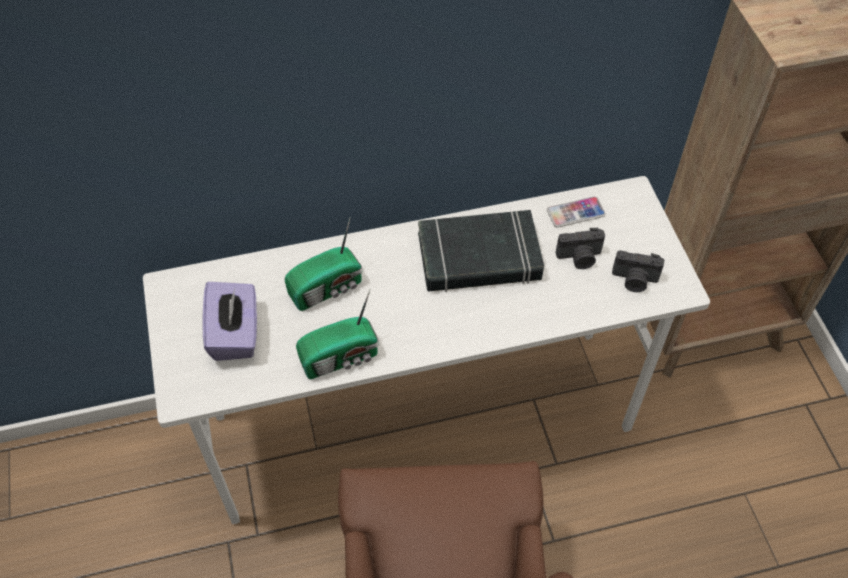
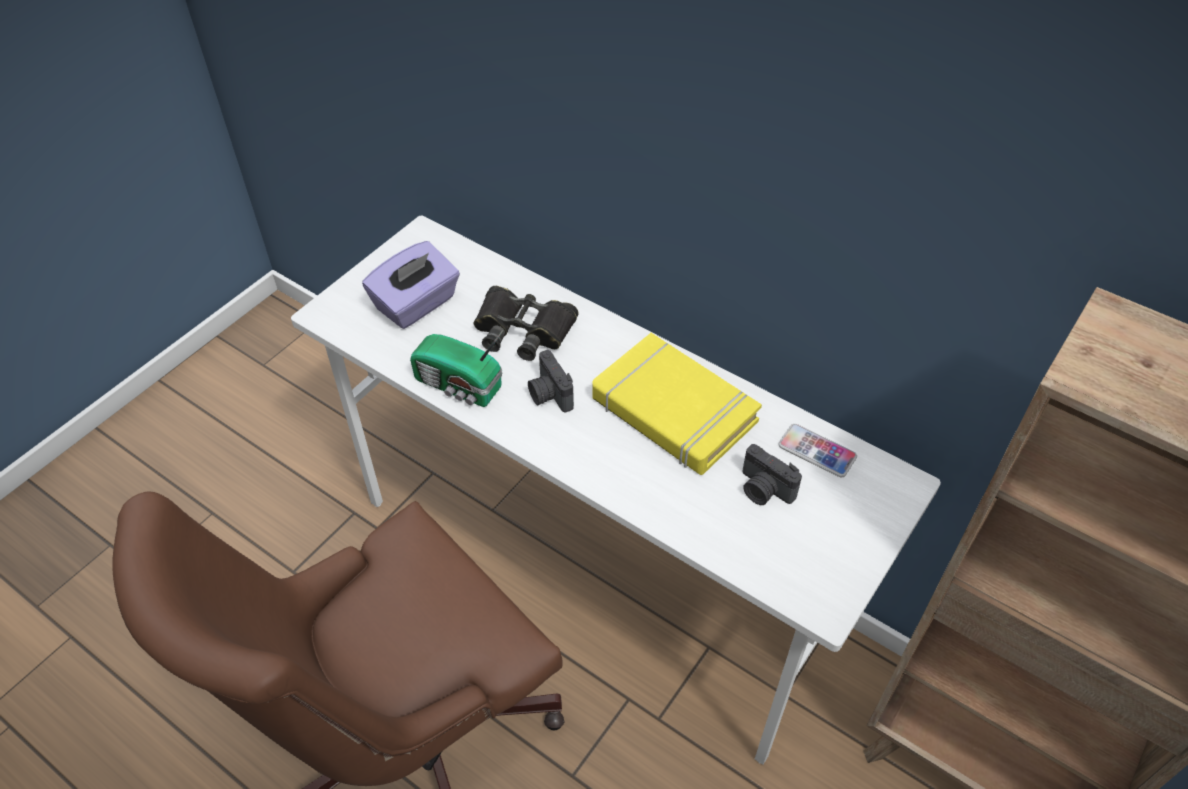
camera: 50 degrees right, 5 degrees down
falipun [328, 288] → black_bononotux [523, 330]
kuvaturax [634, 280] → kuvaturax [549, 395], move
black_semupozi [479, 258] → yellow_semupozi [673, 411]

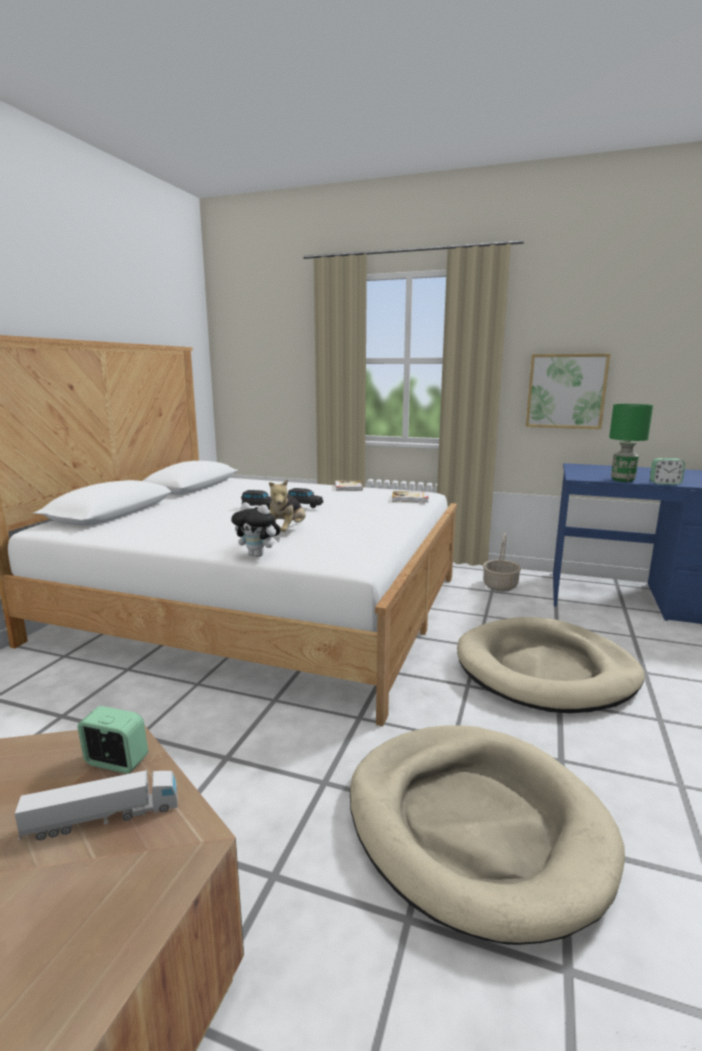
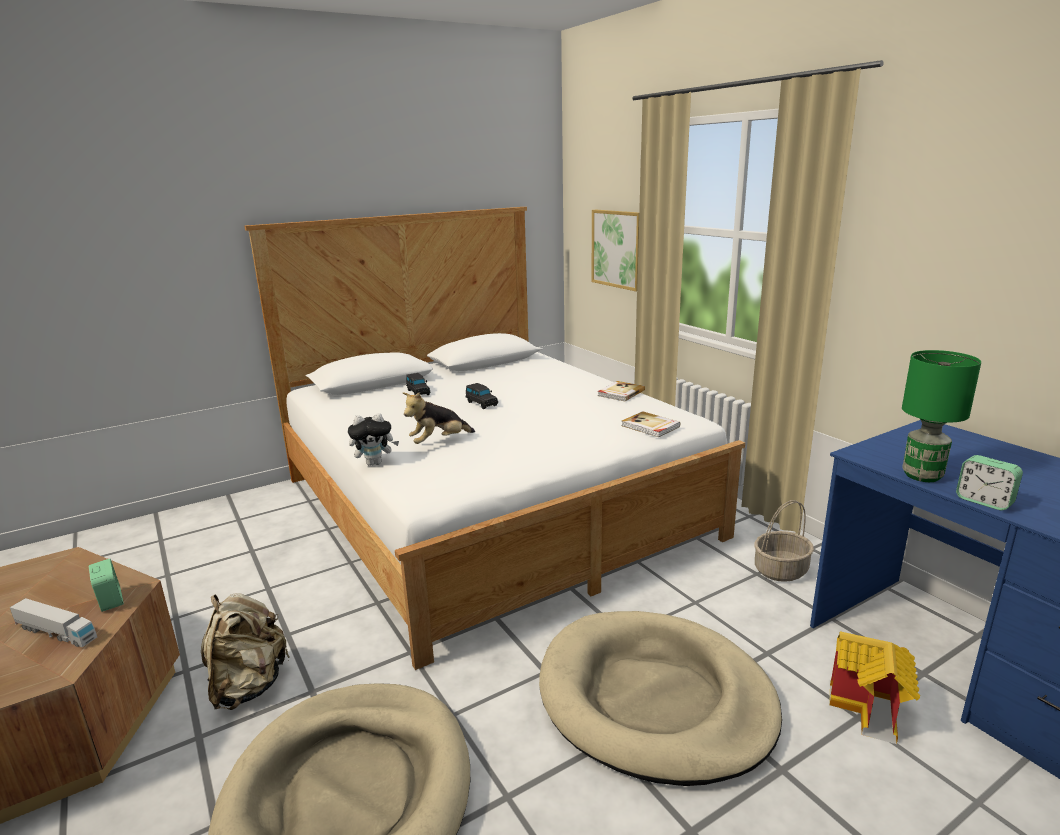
camera: 40 degrees right, 5 degrees up
- → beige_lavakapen [249, 686]
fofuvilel [258, 555] → fofuvilel [375, 463], 75 degrees counterclockwise
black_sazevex [304, 505] → black_sazevex [418, 392], move
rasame [566, 391] → rasame [617, 249], move
- → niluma [871, 711]

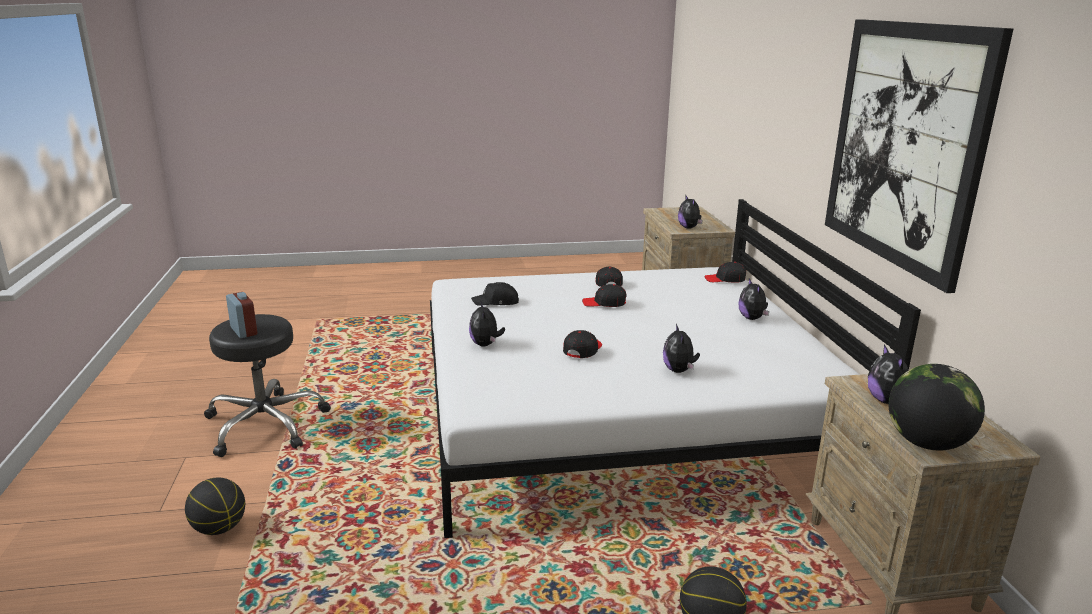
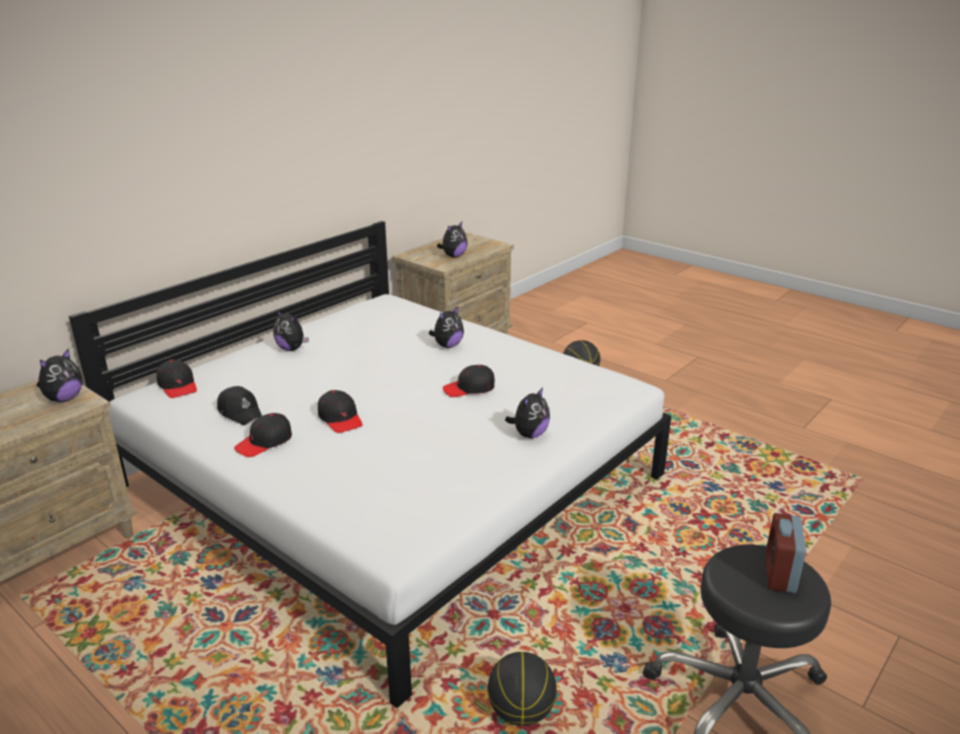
camera: 130 degrees left, 5 degrees up
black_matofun [496, 302] → black_matofun [240, 412], move
fofuvilel [752, 318] → fofuvilel [292, 349], 90 degrees clockwise
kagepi [219, 529] → kagepi [521, 712], move
rasame [905, 145] → -
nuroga [927, 443] → -

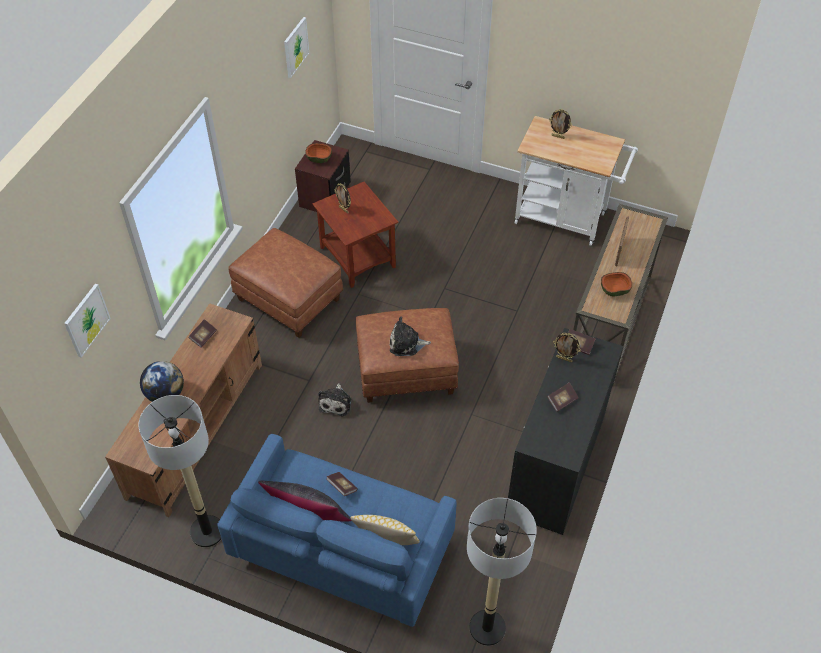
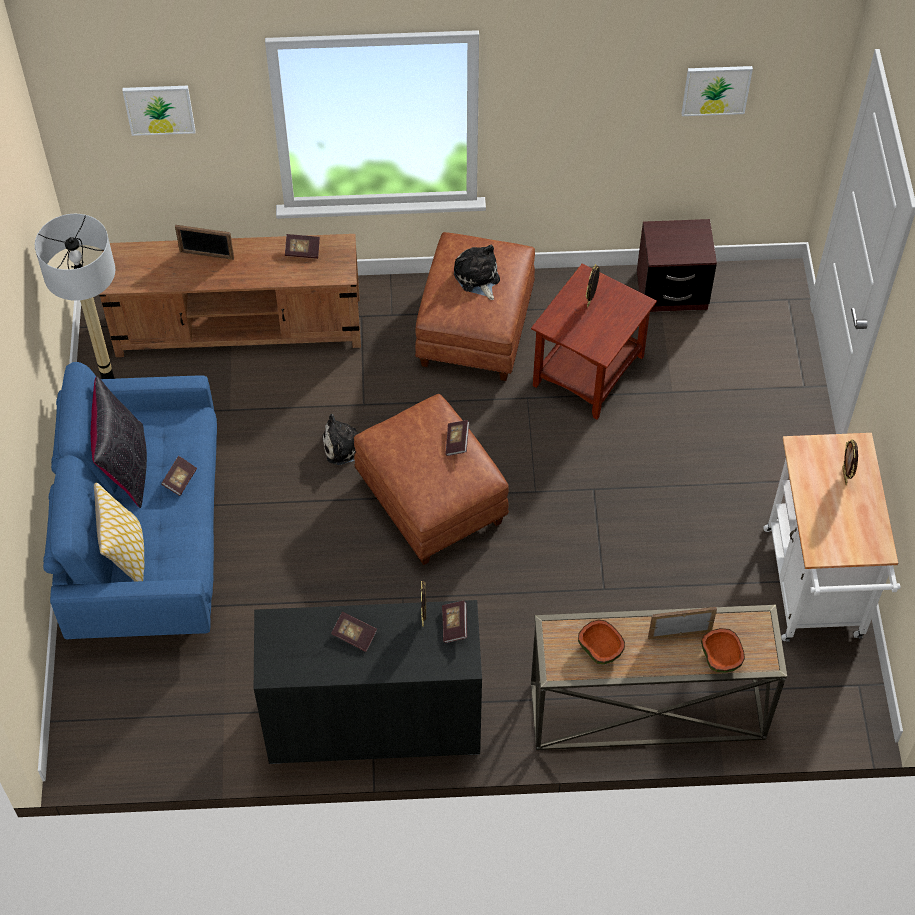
camera: 65 degrees right, 5 degrees up
nuroga [165, 394] → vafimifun [206, 255]
- → semupozi [457, 442]
fofuvilel [406, 344] → fofuvilel [477, 278], move
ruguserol [319, 159] → ruguserol [720, 658], move
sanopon [487, 628] → -

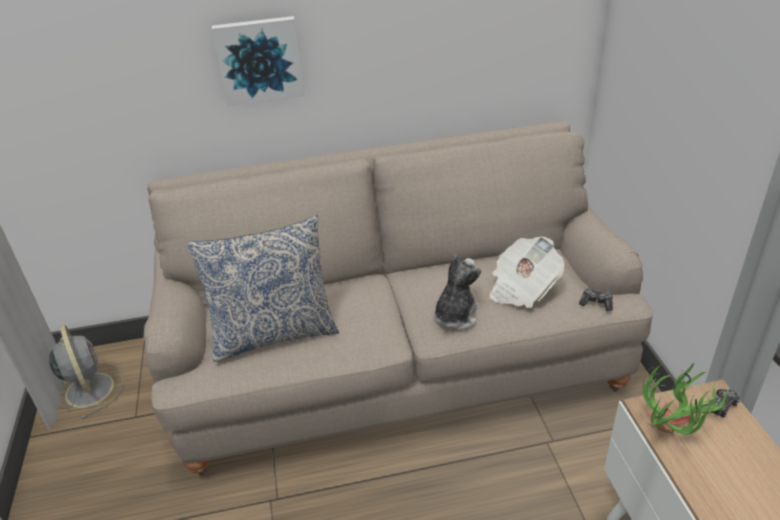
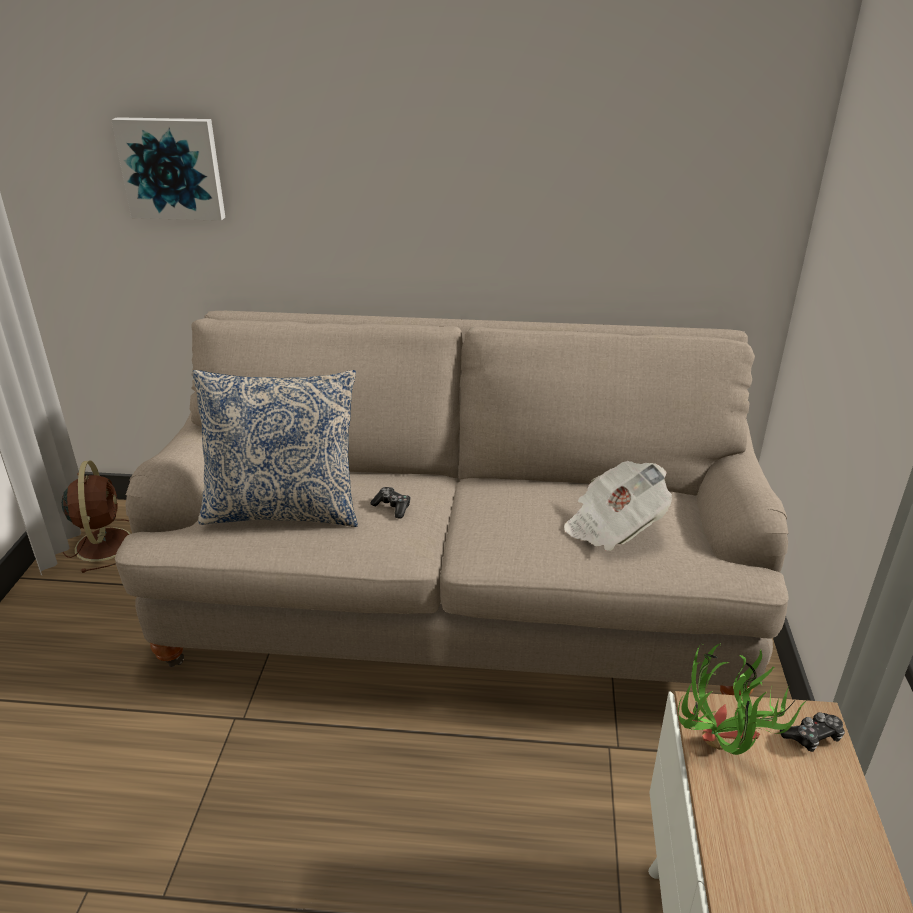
camera: 15 degrees right, 5 degrees down
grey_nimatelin [89, 388] → brown_nimatelin [104, 543]
rasame [259, 60] → rasame [172, 168], move
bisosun [596, 303] → bisosun [392, 507], move
fofuvilel [455, 315] → -

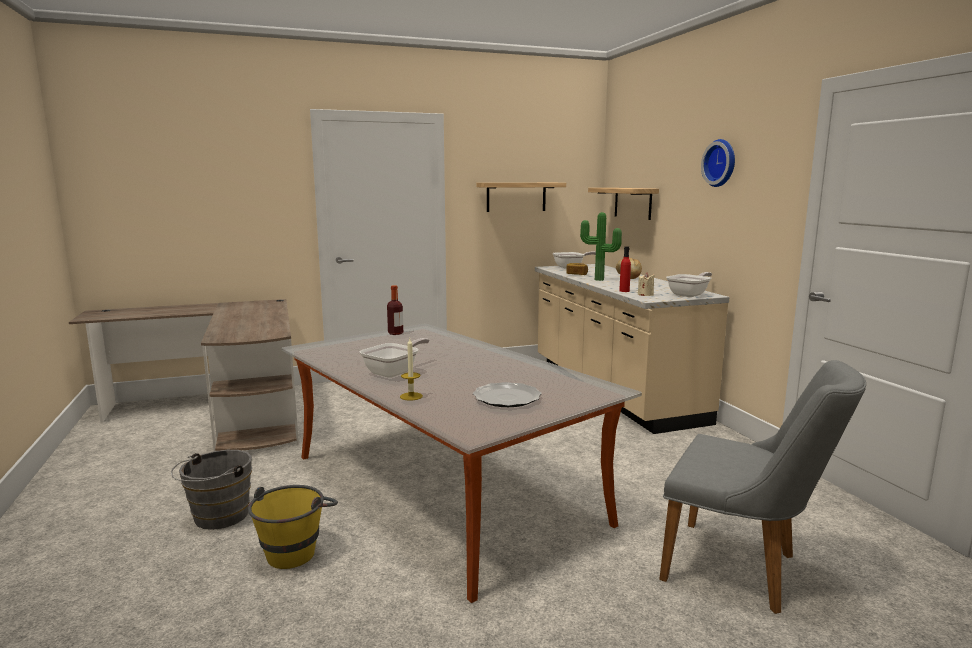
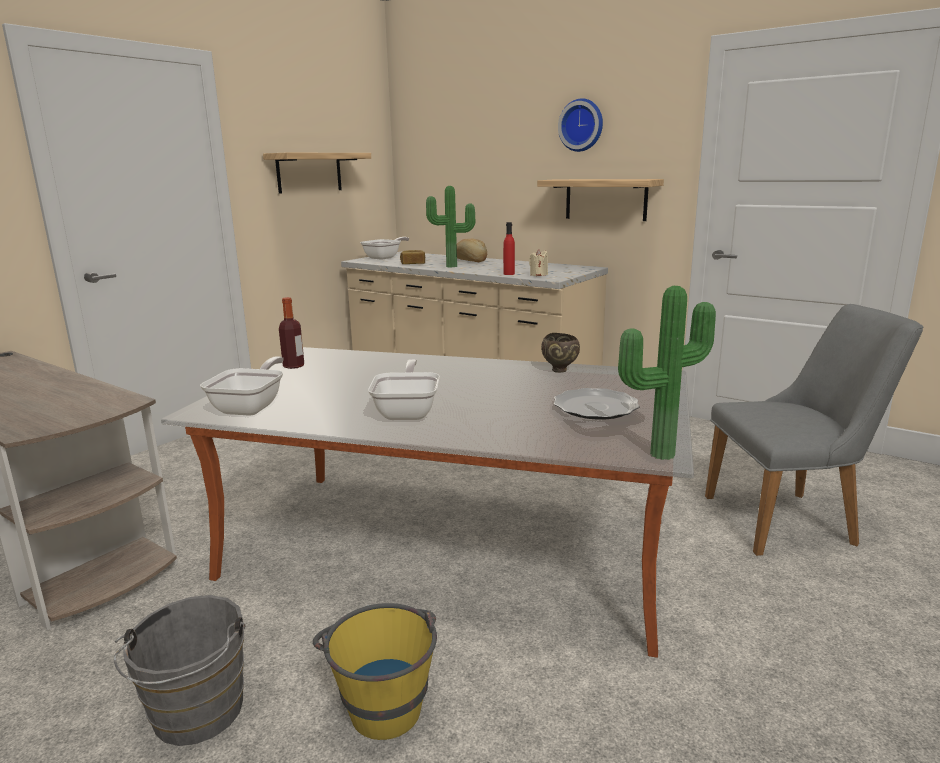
camera: 35 degrees left, 5 degrees up
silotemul [690, 294] → silotemul [252, 407], move
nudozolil [633, 203] → nudozolil [605, 199], move
- → brown_ruguserol [560, 370]
- → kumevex [659, 453]
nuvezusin [411, 396] → -

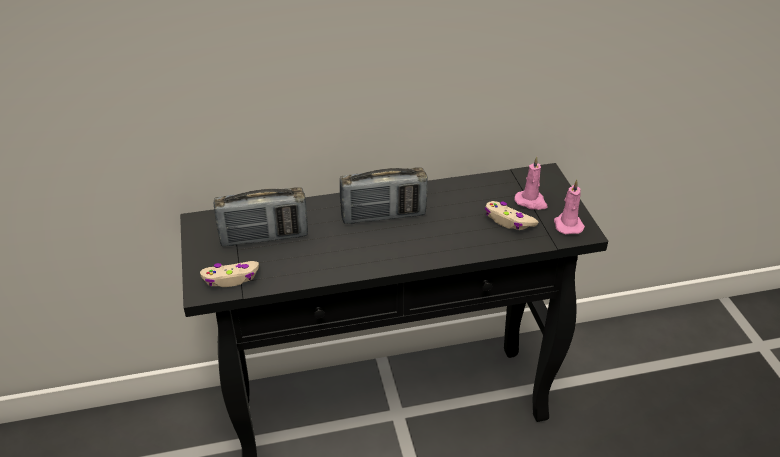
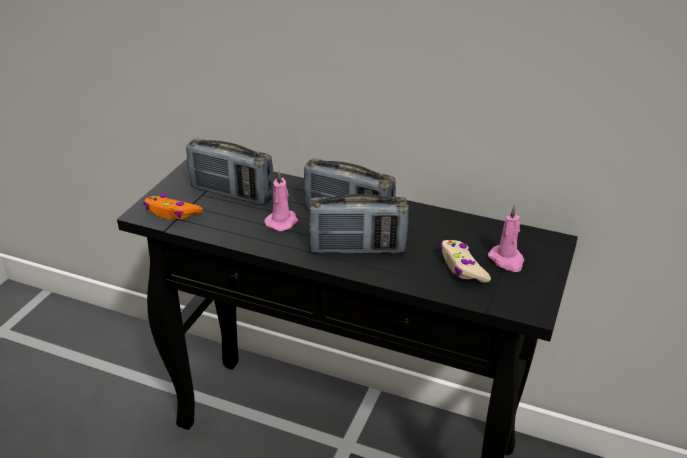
camera: 35 degrees right, 5 degrees down
beige_bisosun [231, 278] → orange_bisosun [172, 213]
pink_nuvezusin [567, 224] → pink_nuvezusin [282, 222], move
- → falipun [357, 249]

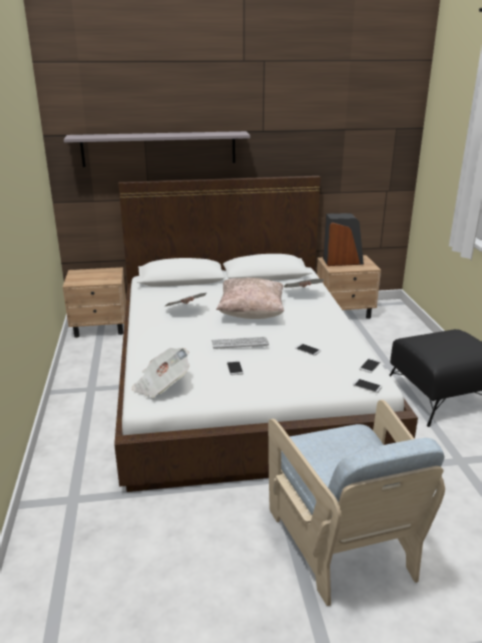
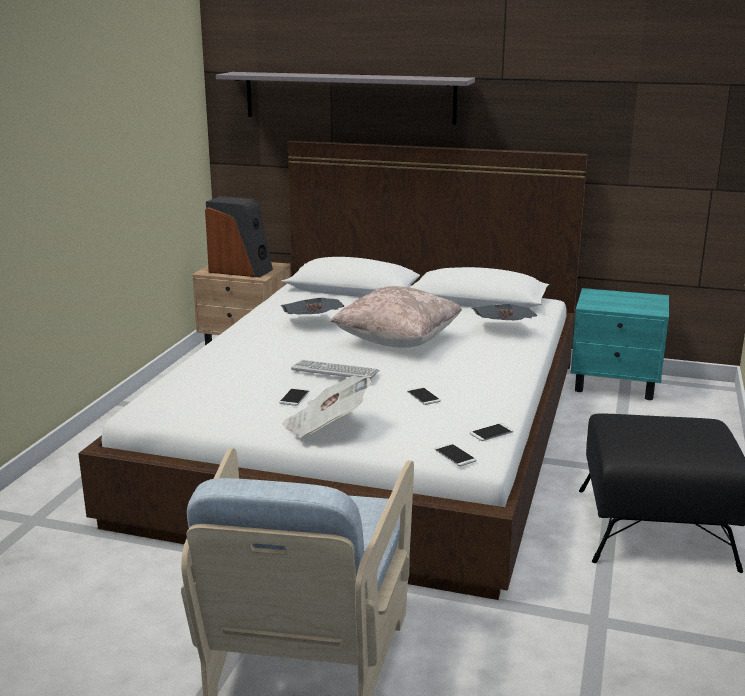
camera: 25 degrees right, 5 degrees down
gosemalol [342, 261] → gosemalol [240, 270], move
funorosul [161, 385] → funorosul [326, 427], move
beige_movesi [345, 312] → turquoise_movesi [616, 385]

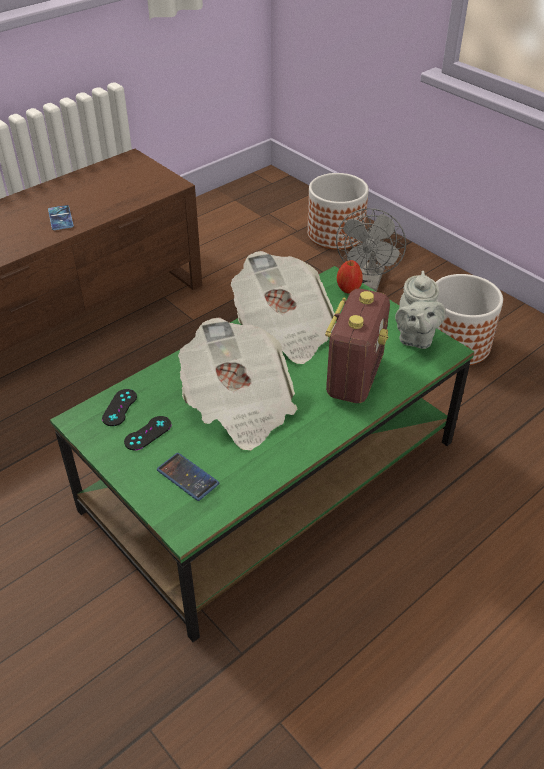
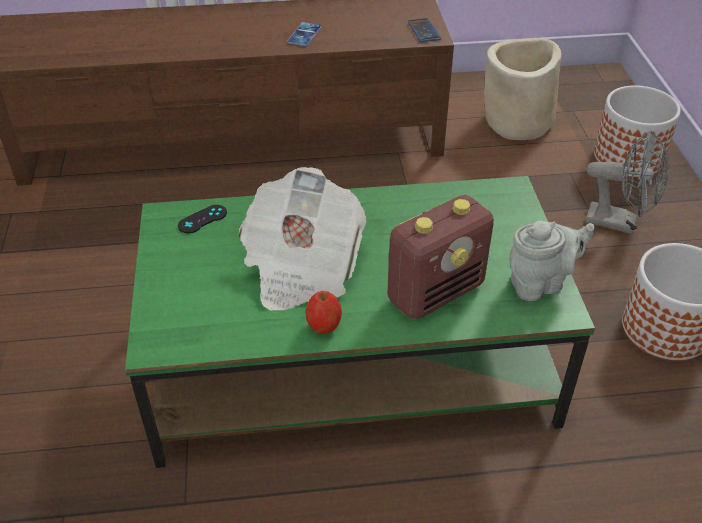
camera: 35 degrees right, 0 degrees up
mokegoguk [348, 289] → mokegoguk [324, 326], move
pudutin [187, 477] → pudutin [424, 31], move
- → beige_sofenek [517, 122]
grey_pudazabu [414, 337] → grey_pudazabu [540, 283], 150 degrees counterclockwise
grey_nimatelin [368, 283] → grey_nimatelin [619, 222], 120 degrees counterclockwise
black_bisosun [148, 433] → -
funorosul [285, 329] → -

